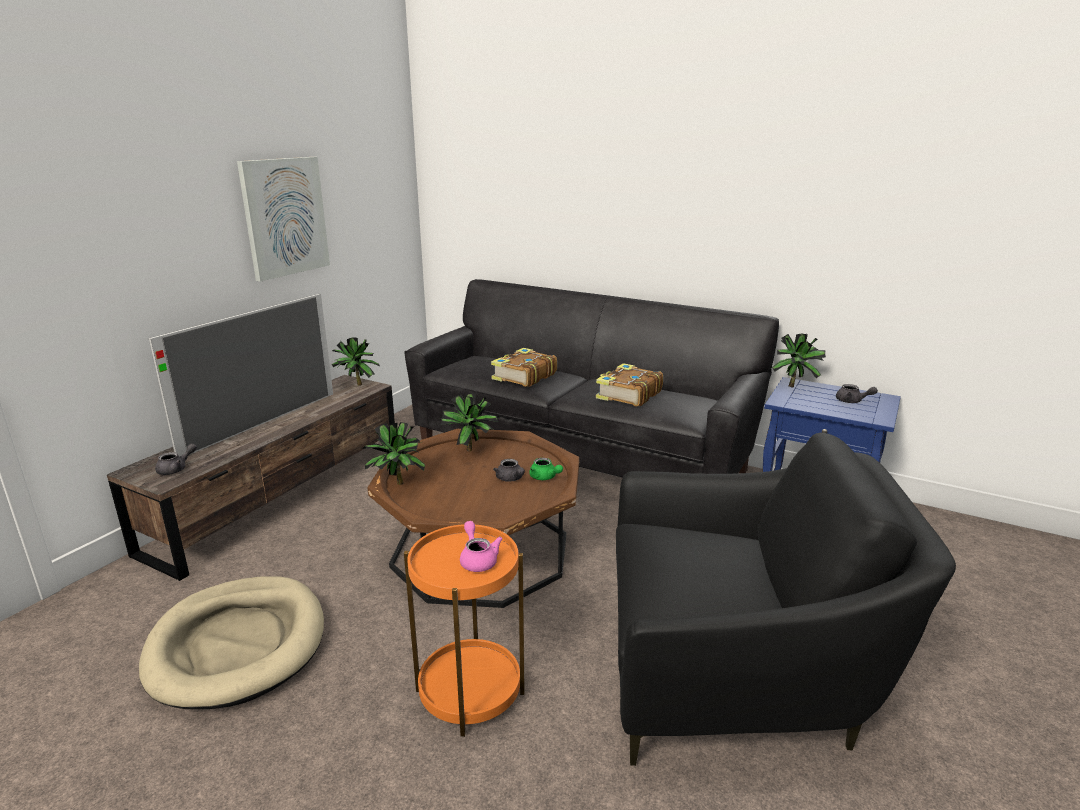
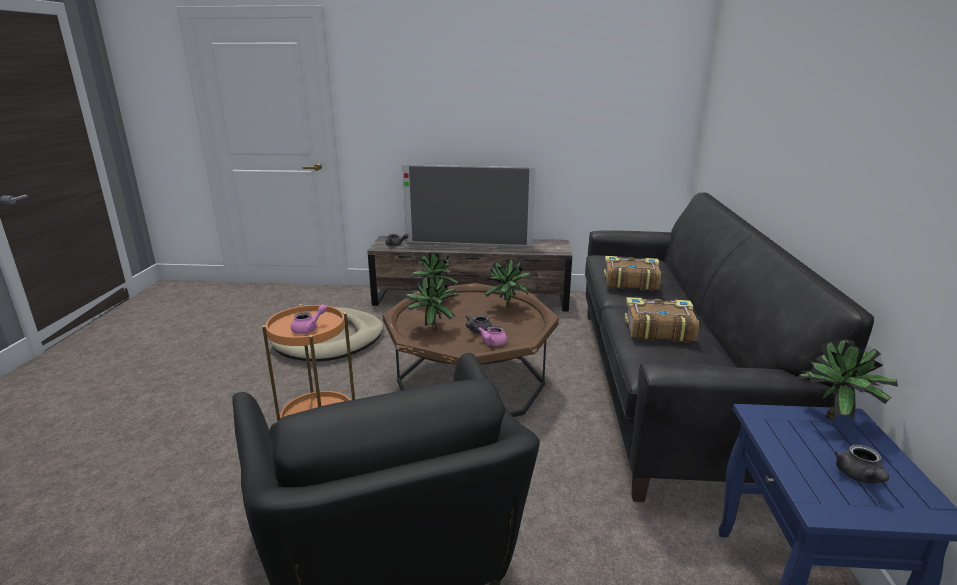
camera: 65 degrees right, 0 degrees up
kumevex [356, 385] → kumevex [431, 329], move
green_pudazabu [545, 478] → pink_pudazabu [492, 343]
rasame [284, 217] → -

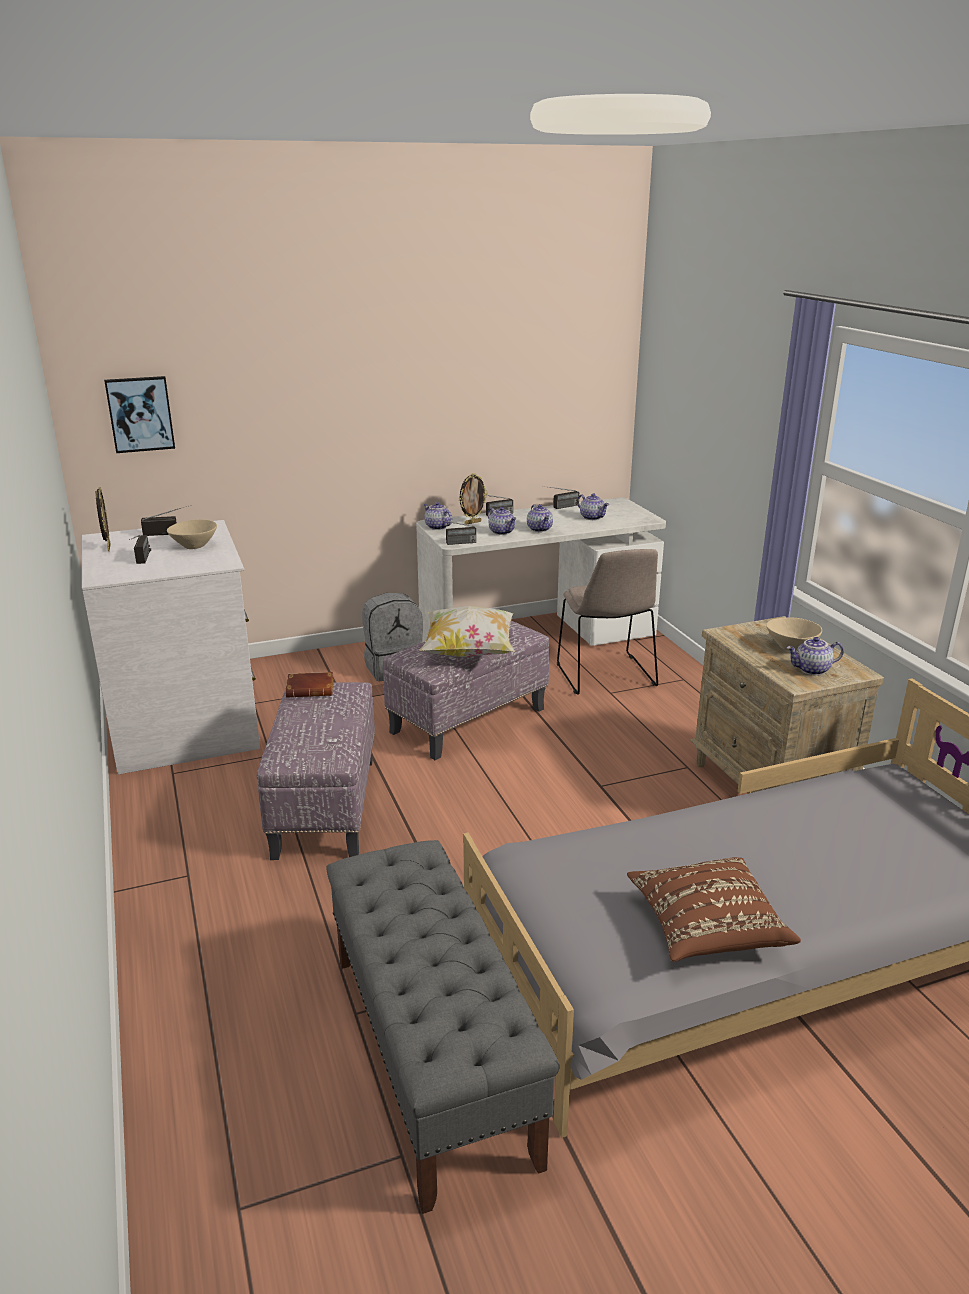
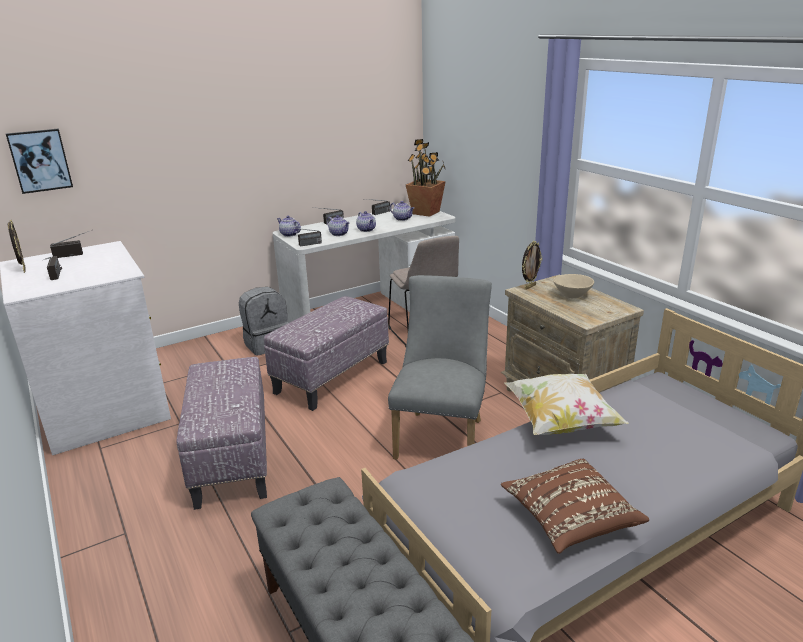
camera: 10 degrees left, 0 degrees up
- → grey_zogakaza [442, 435]
- → kumevex [426, 212]
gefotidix [469, 652] → gefotidix [560, 422], move
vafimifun [472, 522] → vafimifun [529, 287], move
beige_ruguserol [194, 546] → -
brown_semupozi [311, 689] → -
pudazabu [812, 670] → -

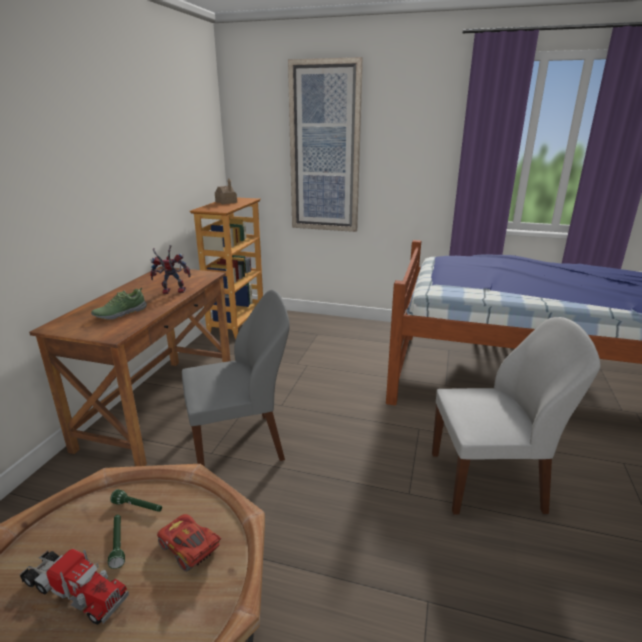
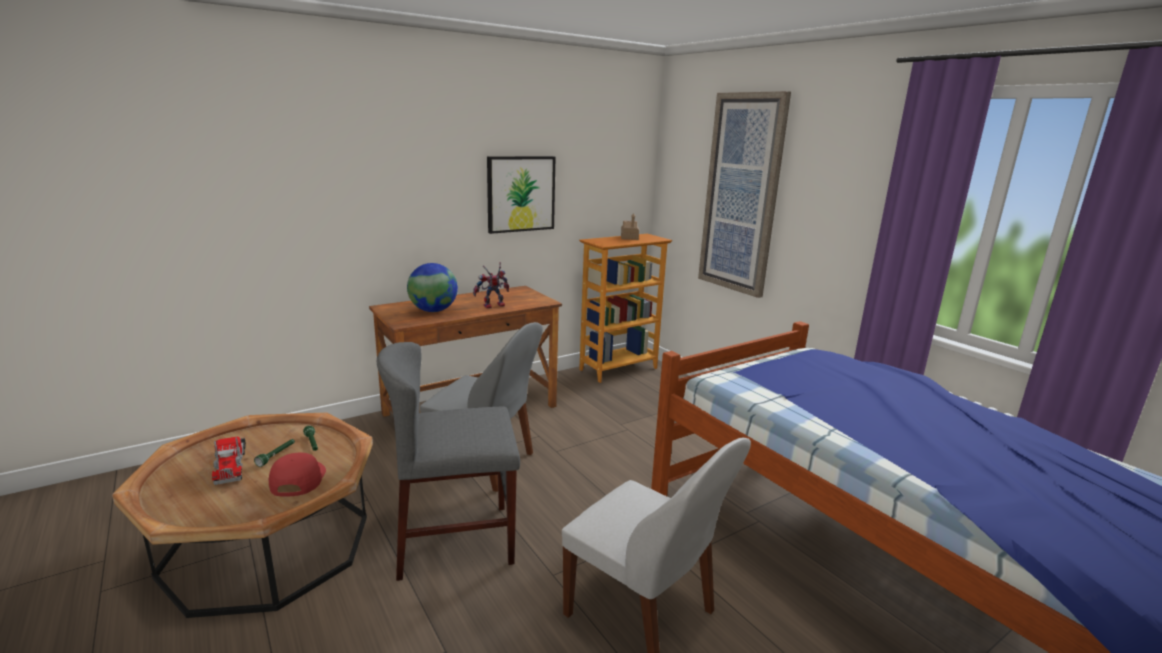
camera: 40 degrees right, 5 degrees down
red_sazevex [190, 550] → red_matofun [297, 479]
- → grey_zogakaza [455, 540]
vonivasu [120, 313] → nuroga [433, 311]
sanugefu [171, 292] → sanugefu [492, 306], 60 degrees counterclockwise
- → rasame [521, 194]

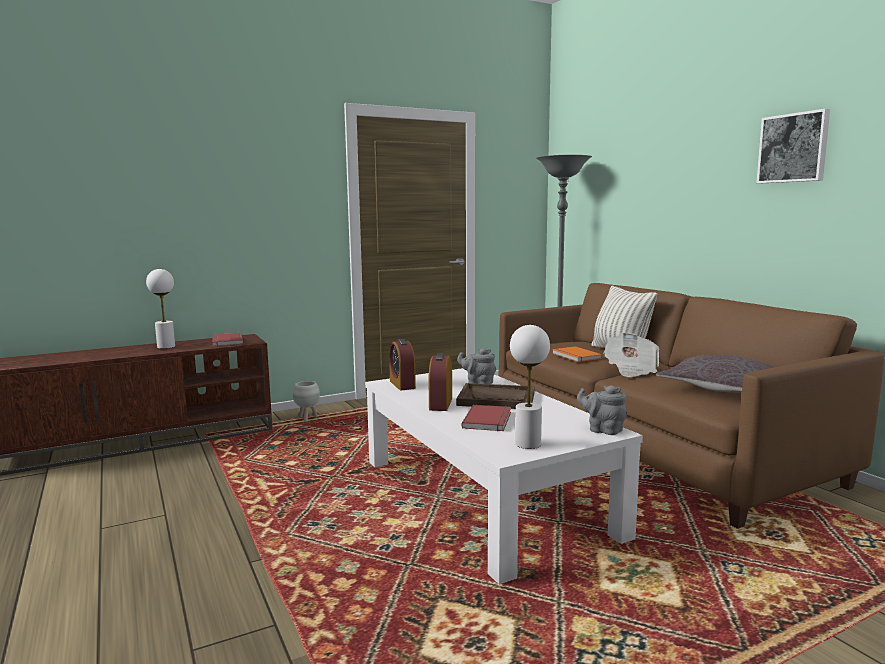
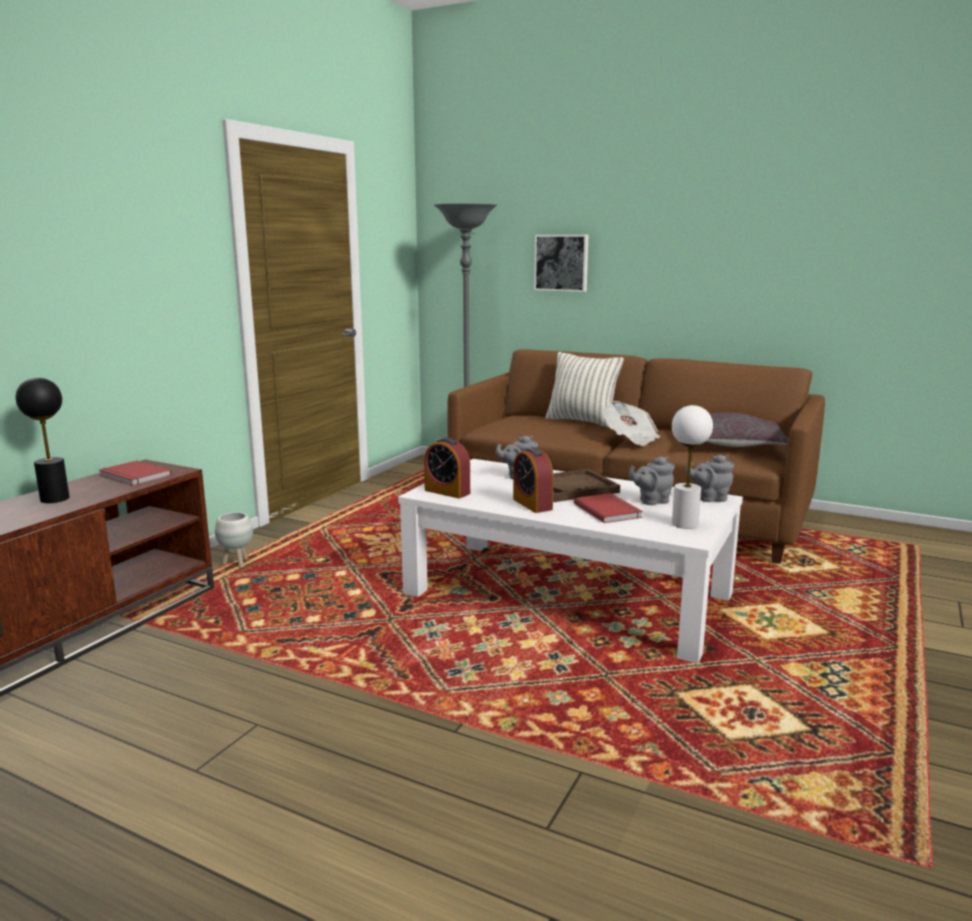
camera: 35 degrees left, 5 degrees up
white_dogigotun [166, 347] → black_dogigotun [55, 499]
rasame [793, 148] → rasame [561, 263], move
- → grey_pudazabu [651, 501]
orange_semupozi [575, 356] → -

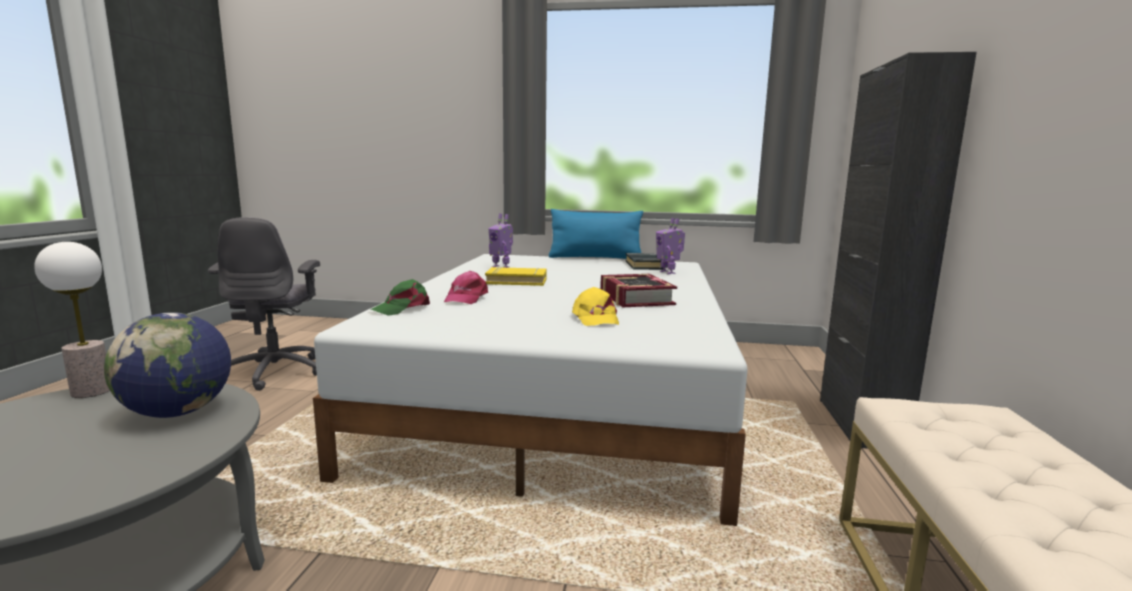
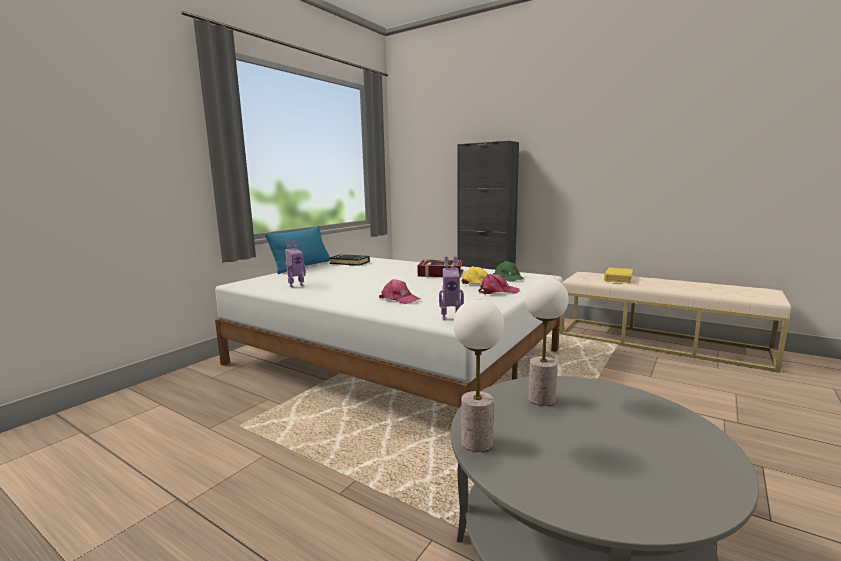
camera: 65 degrees left, 0 degrees up
sanugefu [668, 272] → sanugefu [451, 318], move
- → pink_matofun [497, 292]
green_matofun [402, 308] → green_matofun [508, 278], move
nuroga [178, 412] → dogigotun [542, 399]
yellow_semupozi [516, 281] → yellow_semupozi [618, 278], move
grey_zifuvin [276, 372] → -

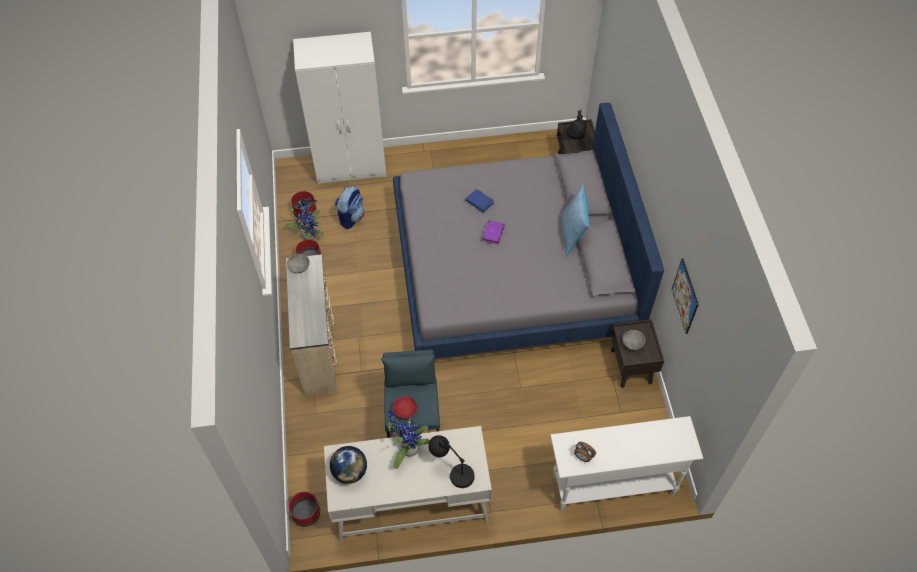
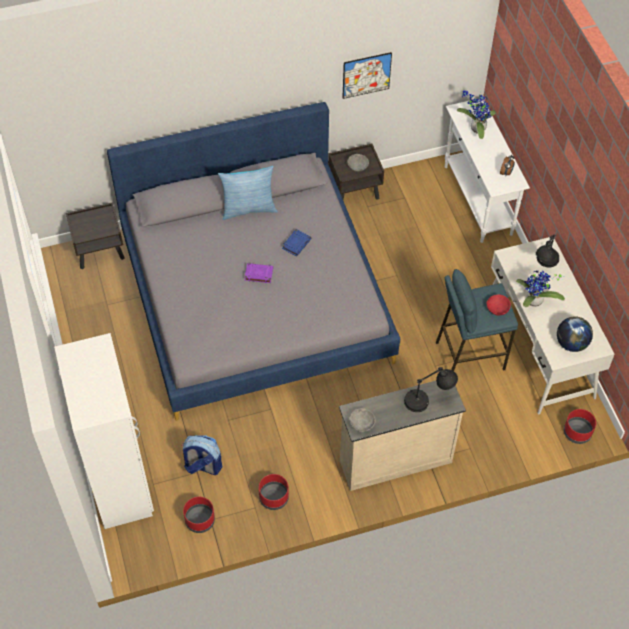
camera: 100 degrees left, 0 degrees up
blue_semupozi [480, 202] → blue_semupozi [296, 244], move
black_dogigotun [575, 139] → black_dogigotun [428, 400], move
kumevex [309, 234] → kumevex [475, 128], move

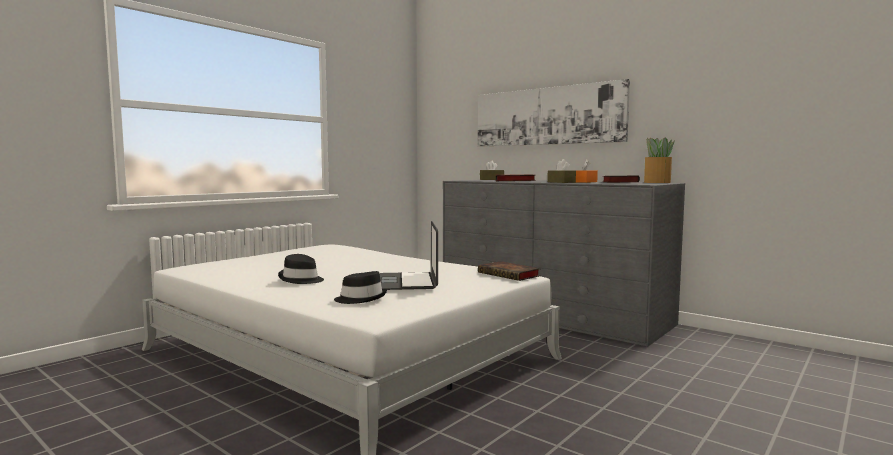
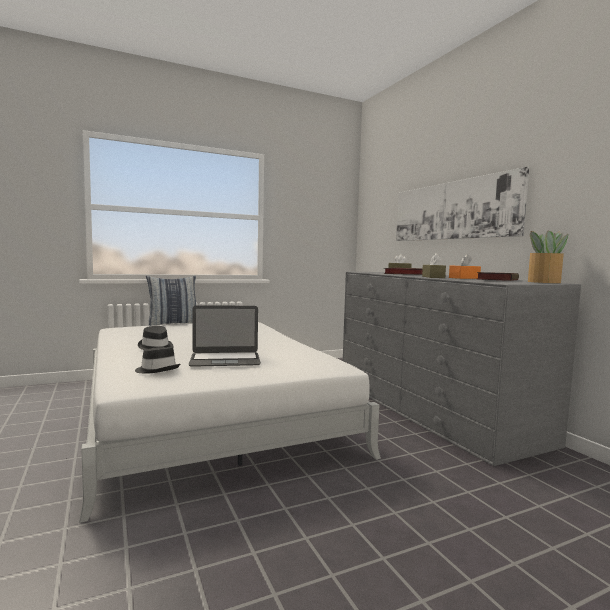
camera: 25 degrees right, 0 degrees up
- → gefotidix [173, 323]
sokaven [407, 281] → sokaven [225, 359], 120 degrees counterclockwise
semupozi [510, 275] → -

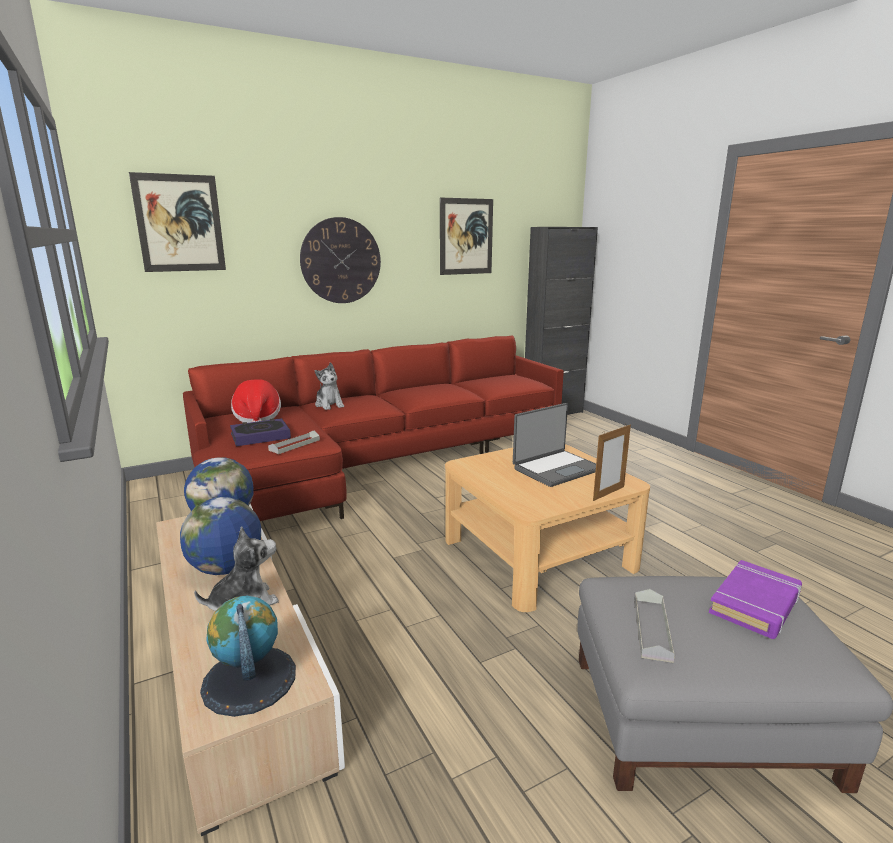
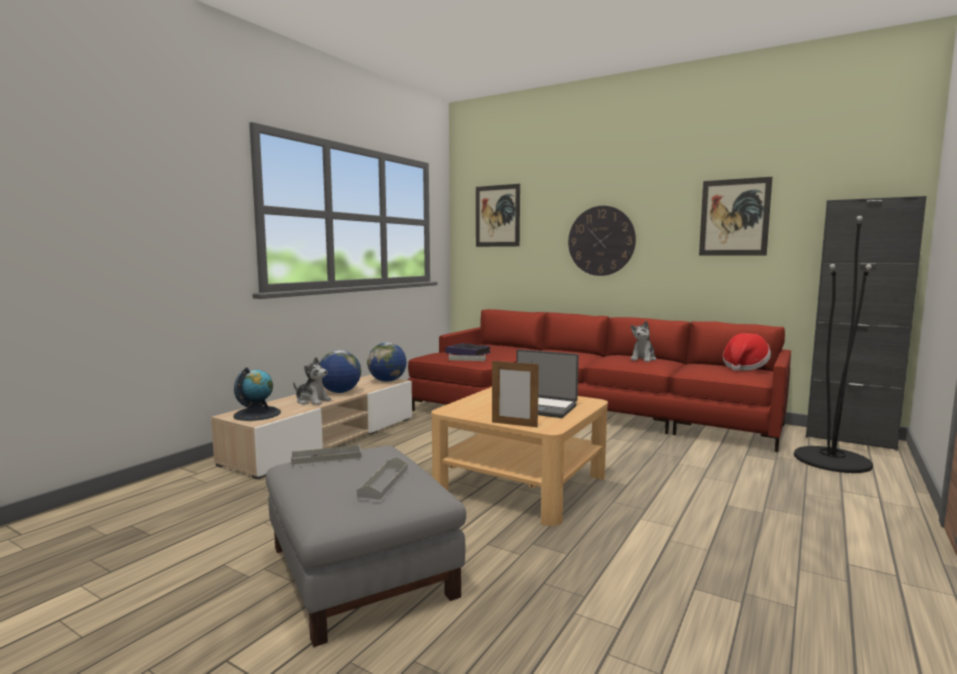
camera: 60 degrees right, 10 degrees down
purple_semupozi [755, 604] → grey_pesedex [383, 482]
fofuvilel [329, 405] → fofuvilel [643, 359], move
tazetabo [257, 418] → tazetabo [744, 367], move
- → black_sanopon [832, 460]

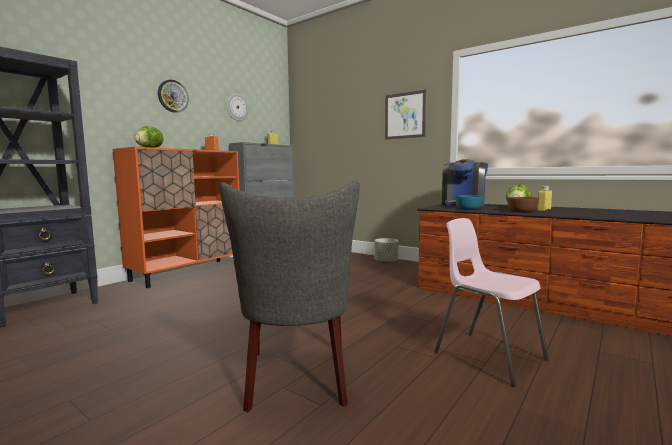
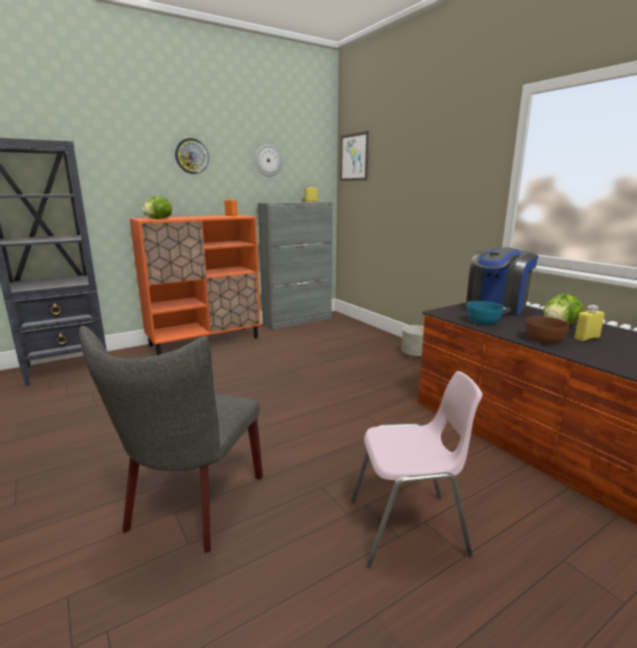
camera: 20 degrees right, 10 degrees up
rasame [405, 115] → rasame [354, 157], move
pink_zogakaza [488, 356] → pink_zogakaza [409, 528], 105 degrees clockwise

